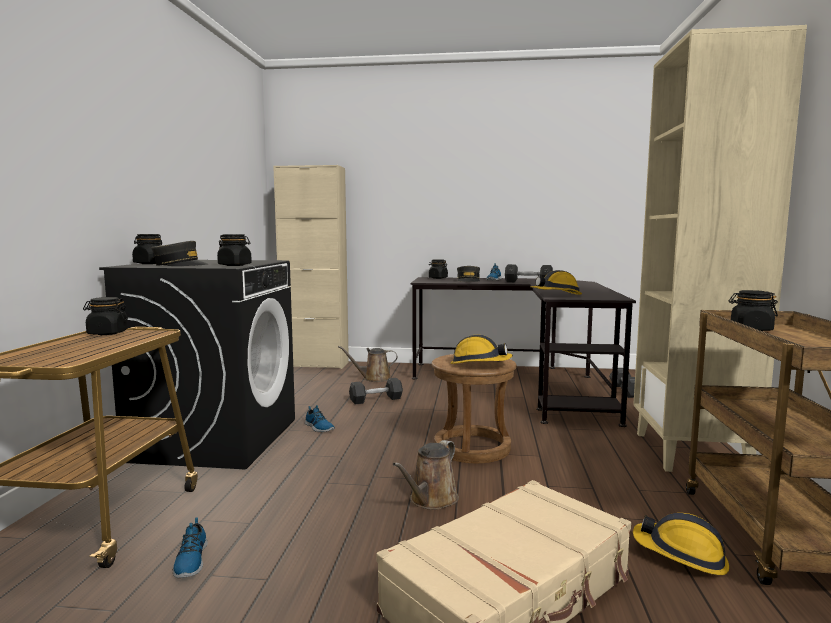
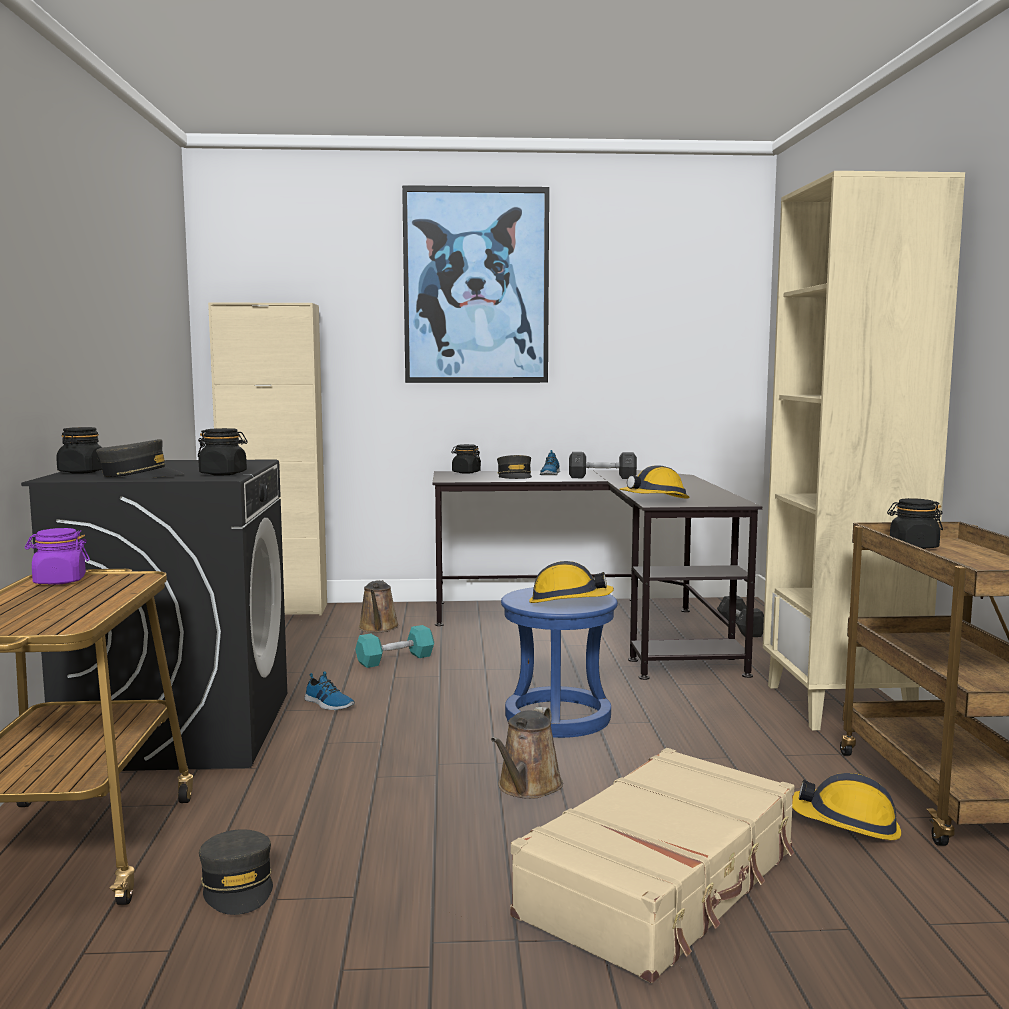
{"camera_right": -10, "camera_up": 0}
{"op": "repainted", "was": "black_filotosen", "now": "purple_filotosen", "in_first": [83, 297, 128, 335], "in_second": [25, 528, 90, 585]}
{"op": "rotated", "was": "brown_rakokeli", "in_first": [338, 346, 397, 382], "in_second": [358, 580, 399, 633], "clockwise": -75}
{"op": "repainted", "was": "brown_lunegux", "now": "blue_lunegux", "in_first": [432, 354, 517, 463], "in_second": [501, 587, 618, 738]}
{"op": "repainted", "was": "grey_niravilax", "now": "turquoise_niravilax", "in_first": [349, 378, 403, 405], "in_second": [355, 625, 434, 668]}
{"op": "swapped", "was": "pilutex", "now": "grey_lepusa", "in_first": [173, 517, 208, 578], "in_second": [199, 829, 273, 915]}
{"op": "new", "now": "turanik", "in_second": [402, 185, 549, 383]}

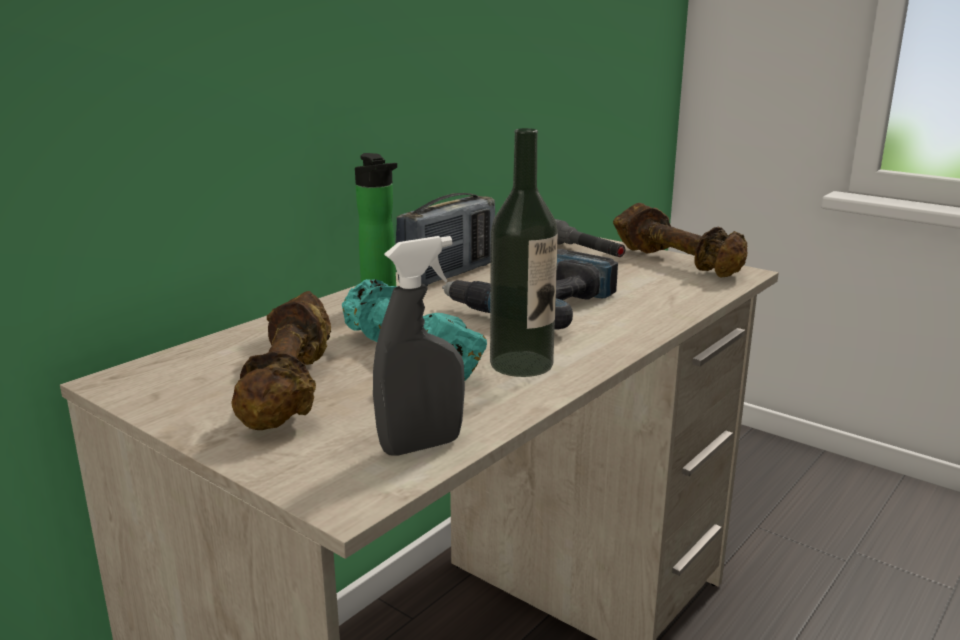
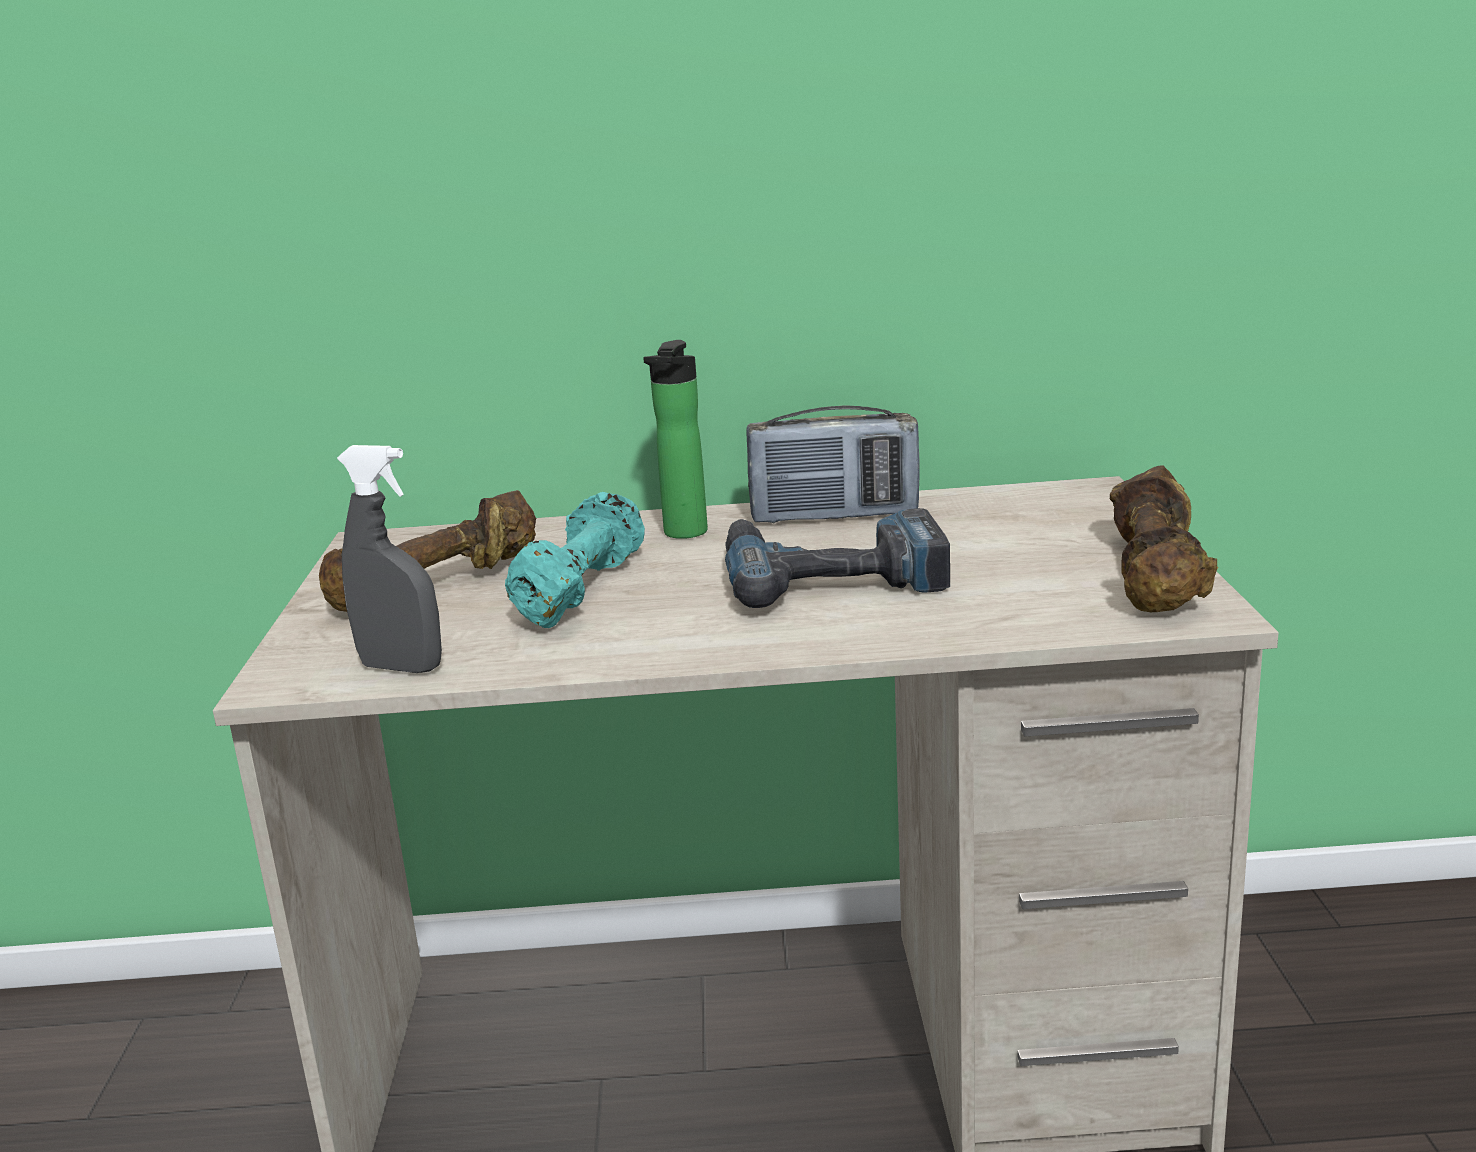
{"camera_right": 50, "camera_up": 0}
{"op": "gone", "was": "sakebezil", "in_first": [490, 128, 558, 377]}
{"op": "gone", "was": "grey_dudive", "in_first": [555, 219, 625, 257]}

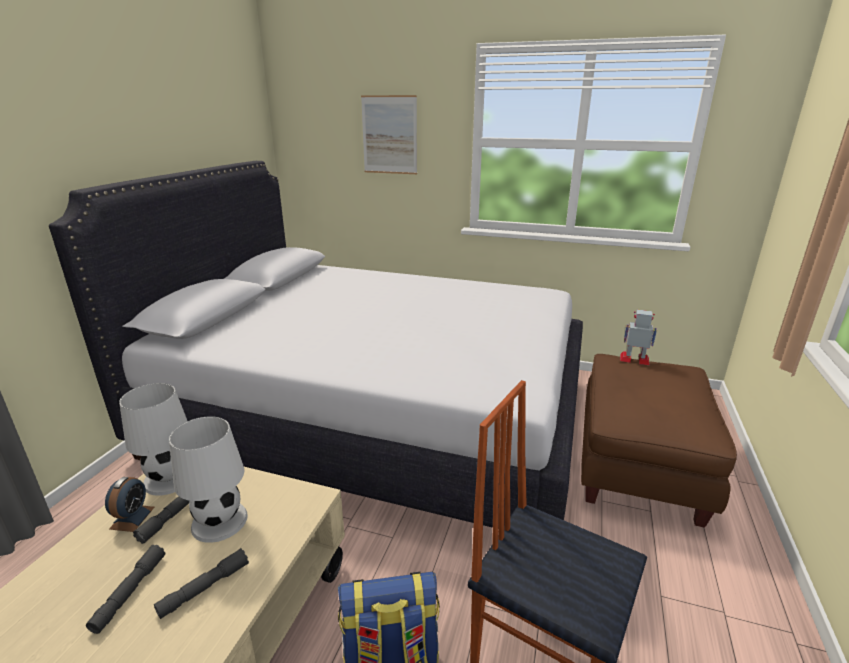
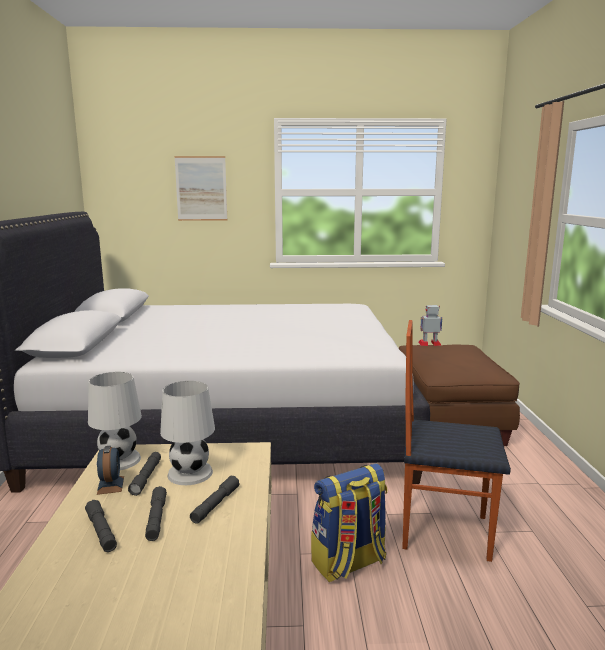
{"camera_right": -20, "camera_up": -10}
{"op": "new", "now": "grey_dudive", "in_second": [85, 500, 117, 552]}

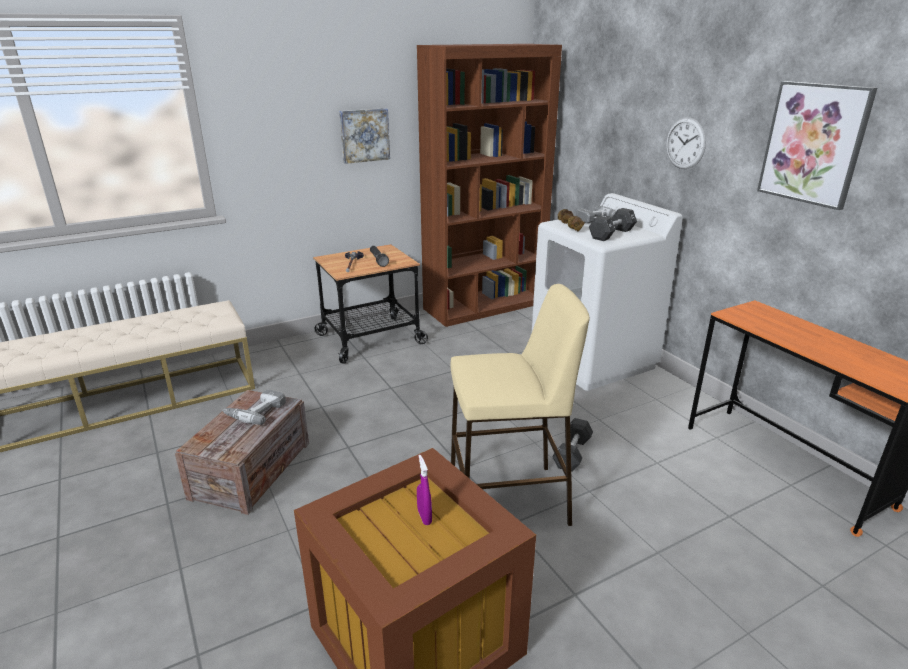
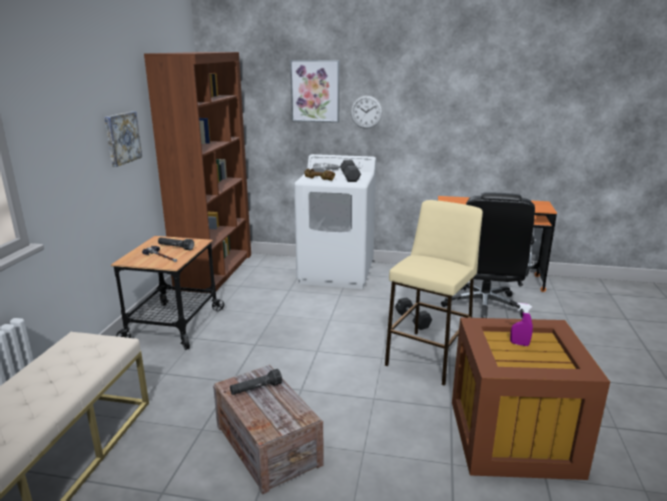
{"camera_right": -50, "camera_up": -5}
{"op": "shifted", "was": "turanik", "in_first": [757, 81, 877, 210], "in_second": [290, 60, 340, 123]}
{"op": "swapped", "was": "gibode", "now": "black_dudive", "in_first": [223, 390, 286, 425], "in_second": [230, 369, 282, 395]}
{"op": "new", "now": "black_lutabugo", "in_second": [441, 192, 535, 318]}

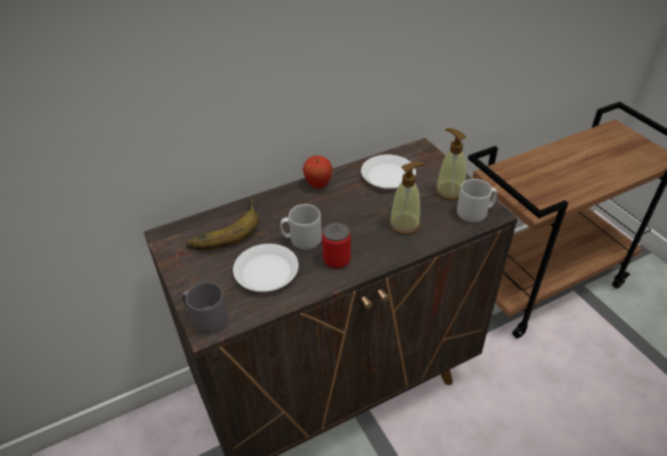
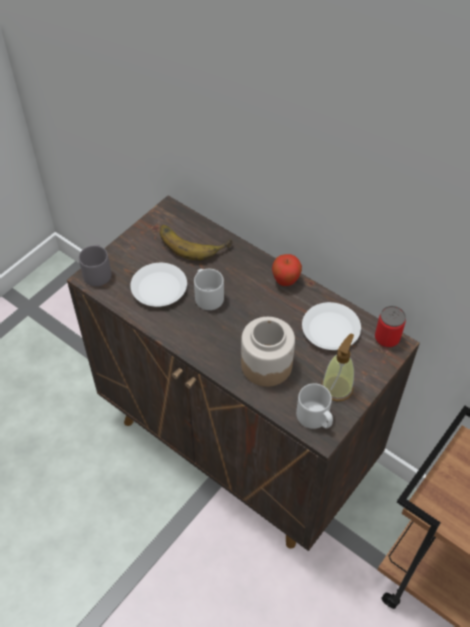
{"camera_right": 65, "camera_up": 10}
{"op": "swapped", "was": "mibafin", "now": "filotosen", "in_first": [389, 162, 426, 234], "in_second": [241, 317, 295, 387]}
{"op": "shifted", "was": "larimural", "in_first": [322, 221, 351, 269], "in_second": [375, 306, 406, 348]}

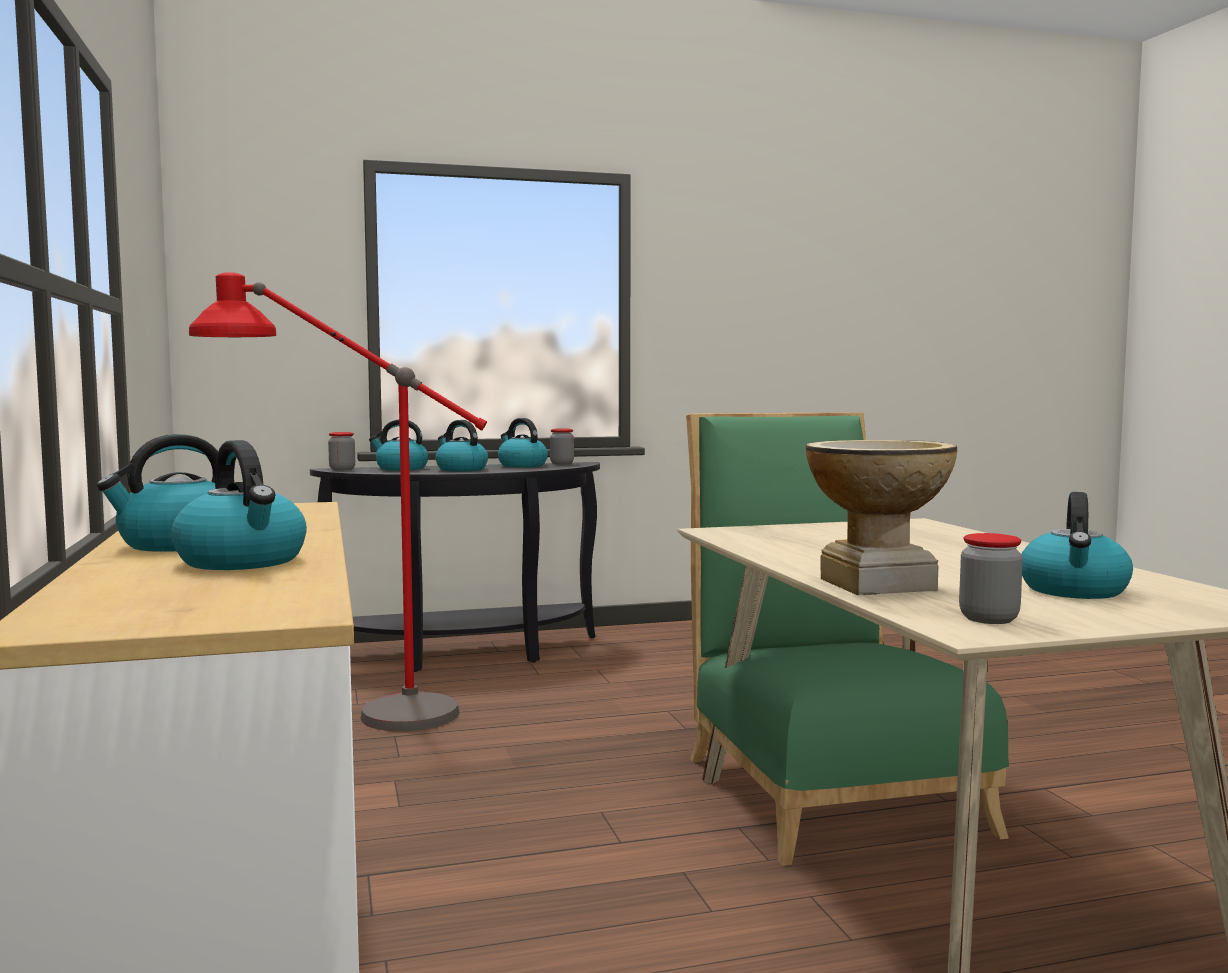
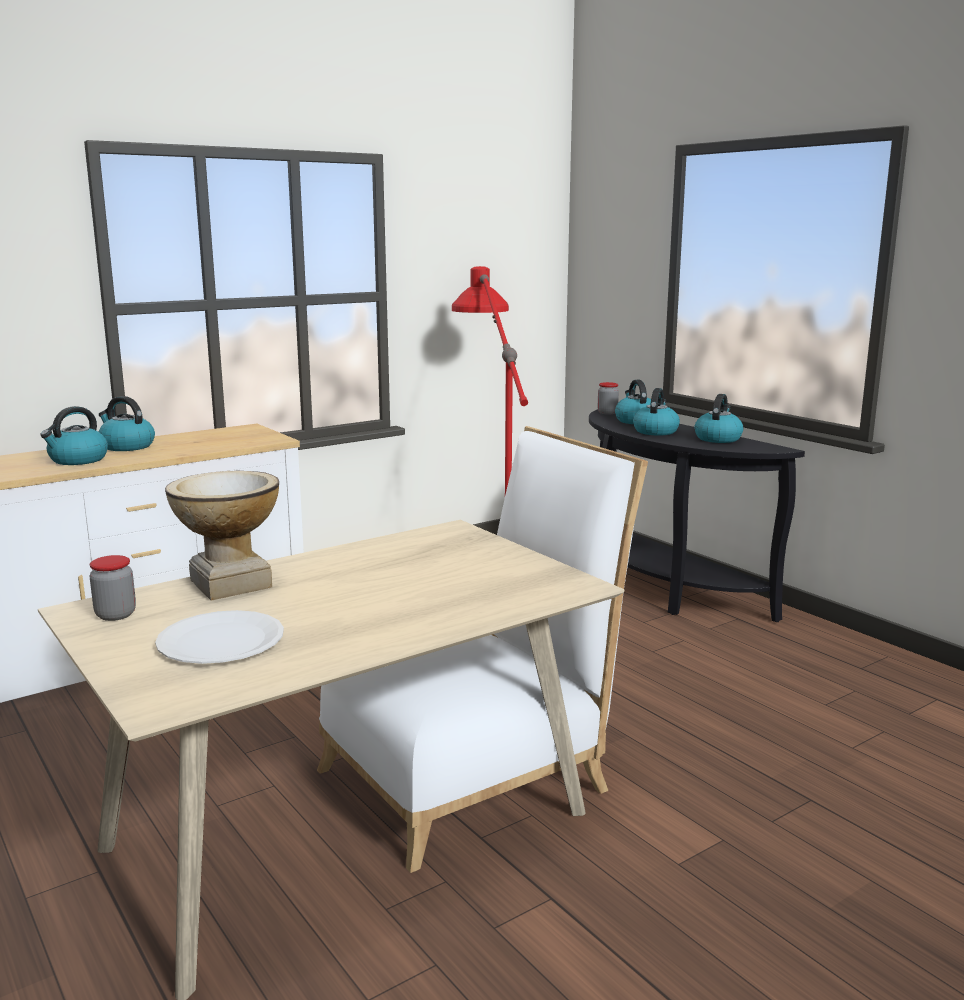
{"camera_right": 70, "camera_up": 10}
{"op": "repainted", "was": "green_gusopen", "now": "white_gusopen", "in_first": [686, 412, 1009, 866], "in_second": [317, 426, 648, 873]}
{"op": "gone", "was": "filotosen", "in_first": [550, 428, 574, 465]}
{"op": "swapped", "was": "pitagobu", "now": "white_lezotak", "in_first": [1022, 492, 1133, 599], "in_second": [155, 610, 284, 664]}

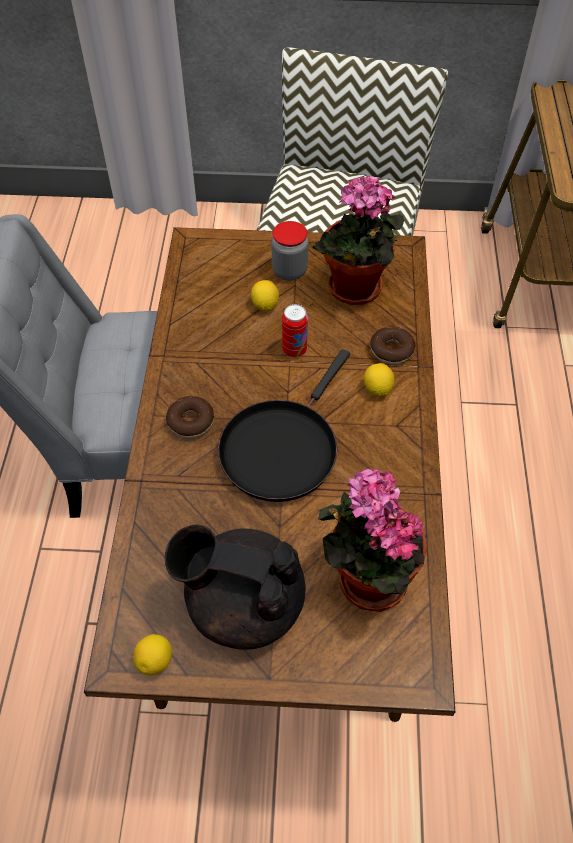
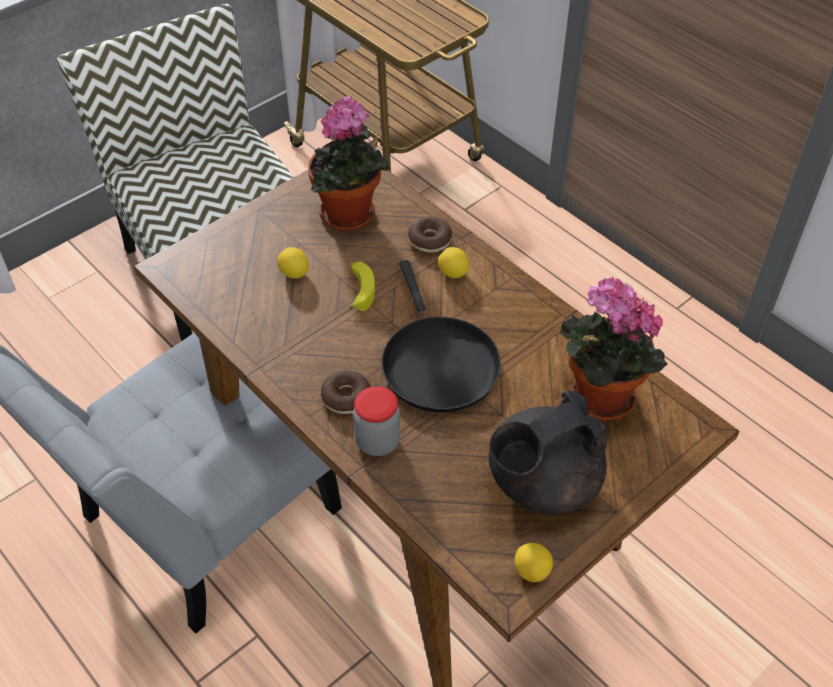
{"camera_right": -45, "camera_up": -5}
{"op": "shifted", "was": "filotosen", "in_first": [271, 221, 309, 281], "in_second": [353, 386, 400, 456]}
{"op": "swapped", "was": "larimural", "now": "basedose", "in_first": [282, 304, 308, 358], "in_second": [350, 262, 375, 311]}

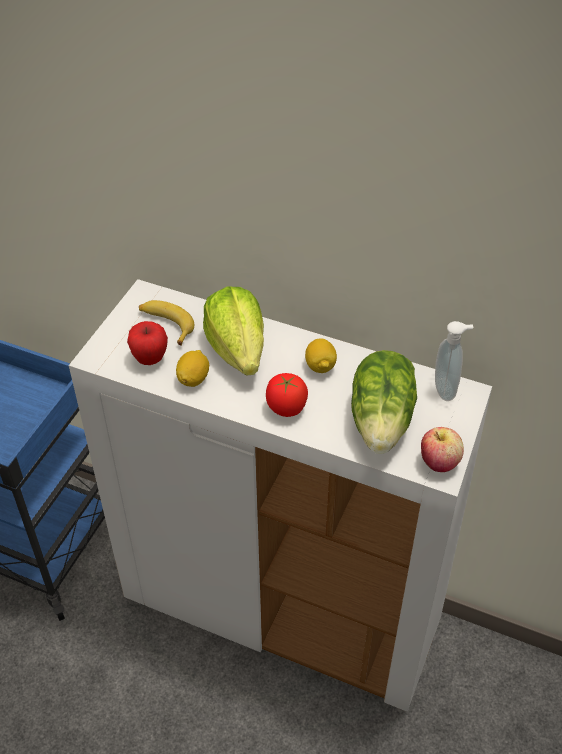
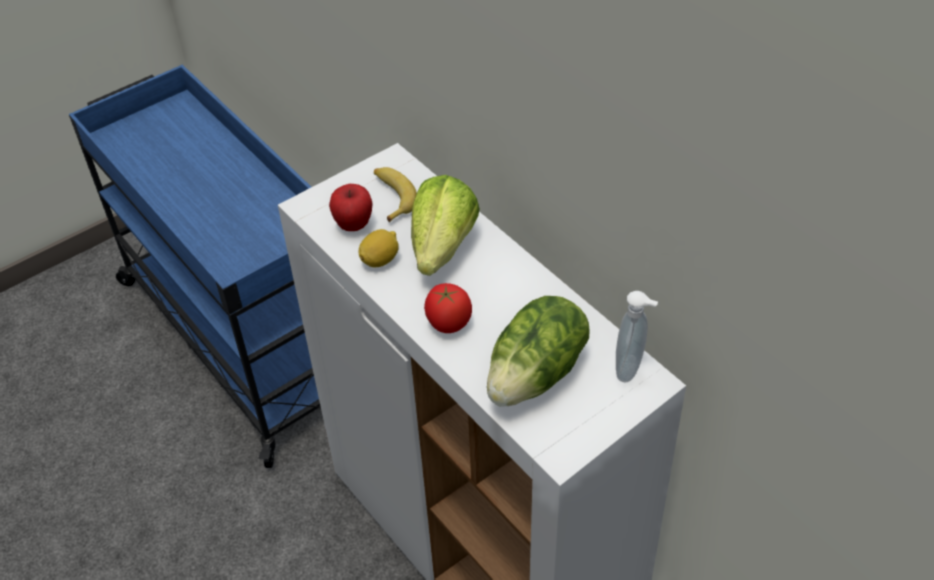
{"camera_right": 30, "camera_up": 0}
{"op": "gone", "was": "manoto", "in_first": [305, 338, 337, 373]}
{"op": "gone", "was": "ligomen", "in_first": [421, 427, 464, 472]}

